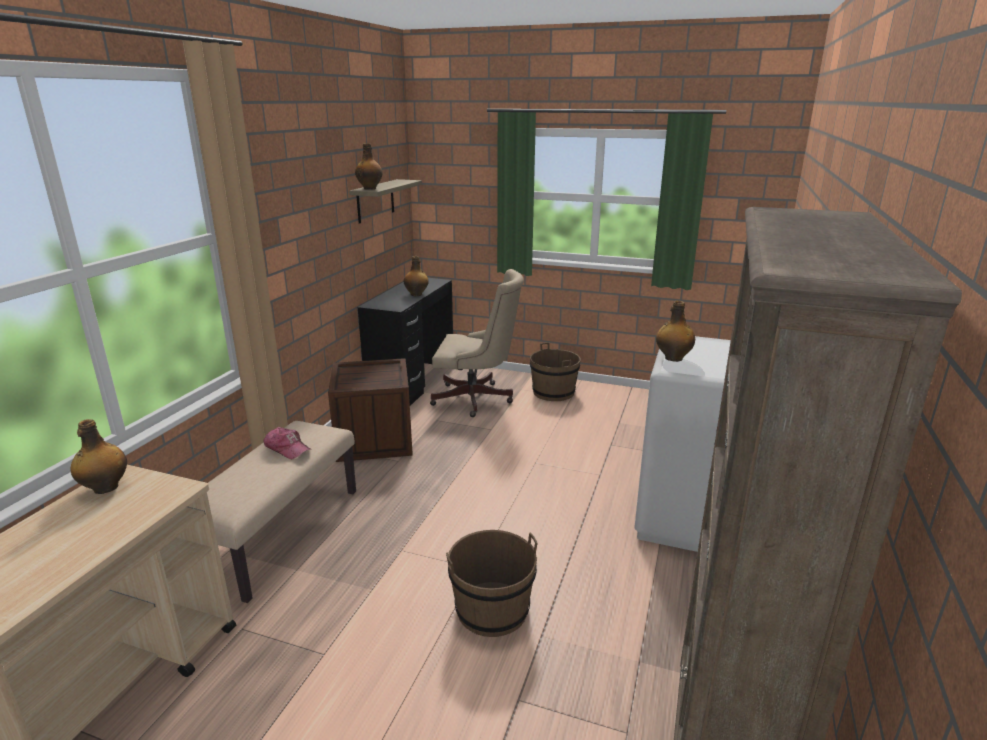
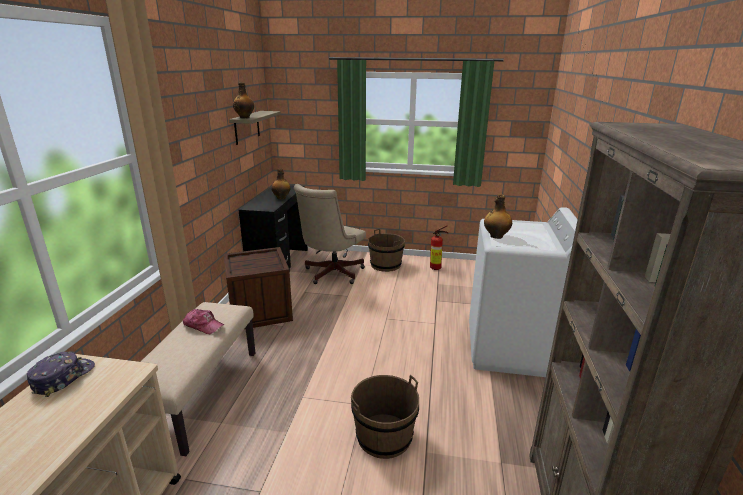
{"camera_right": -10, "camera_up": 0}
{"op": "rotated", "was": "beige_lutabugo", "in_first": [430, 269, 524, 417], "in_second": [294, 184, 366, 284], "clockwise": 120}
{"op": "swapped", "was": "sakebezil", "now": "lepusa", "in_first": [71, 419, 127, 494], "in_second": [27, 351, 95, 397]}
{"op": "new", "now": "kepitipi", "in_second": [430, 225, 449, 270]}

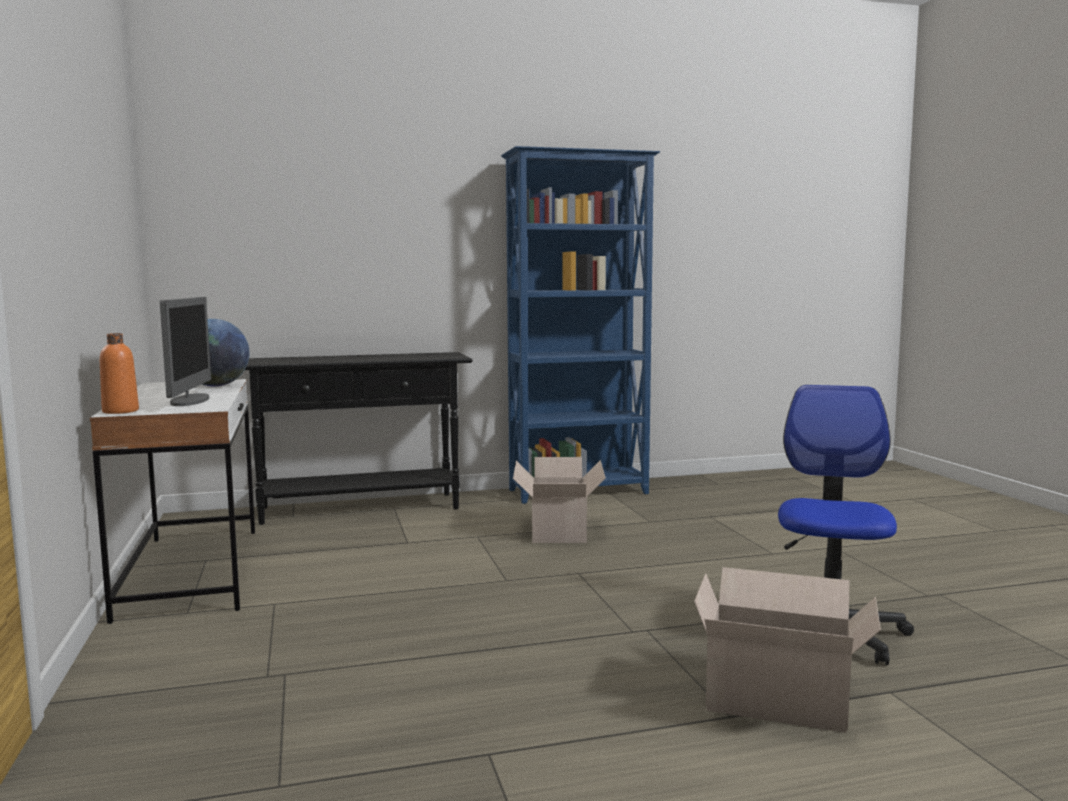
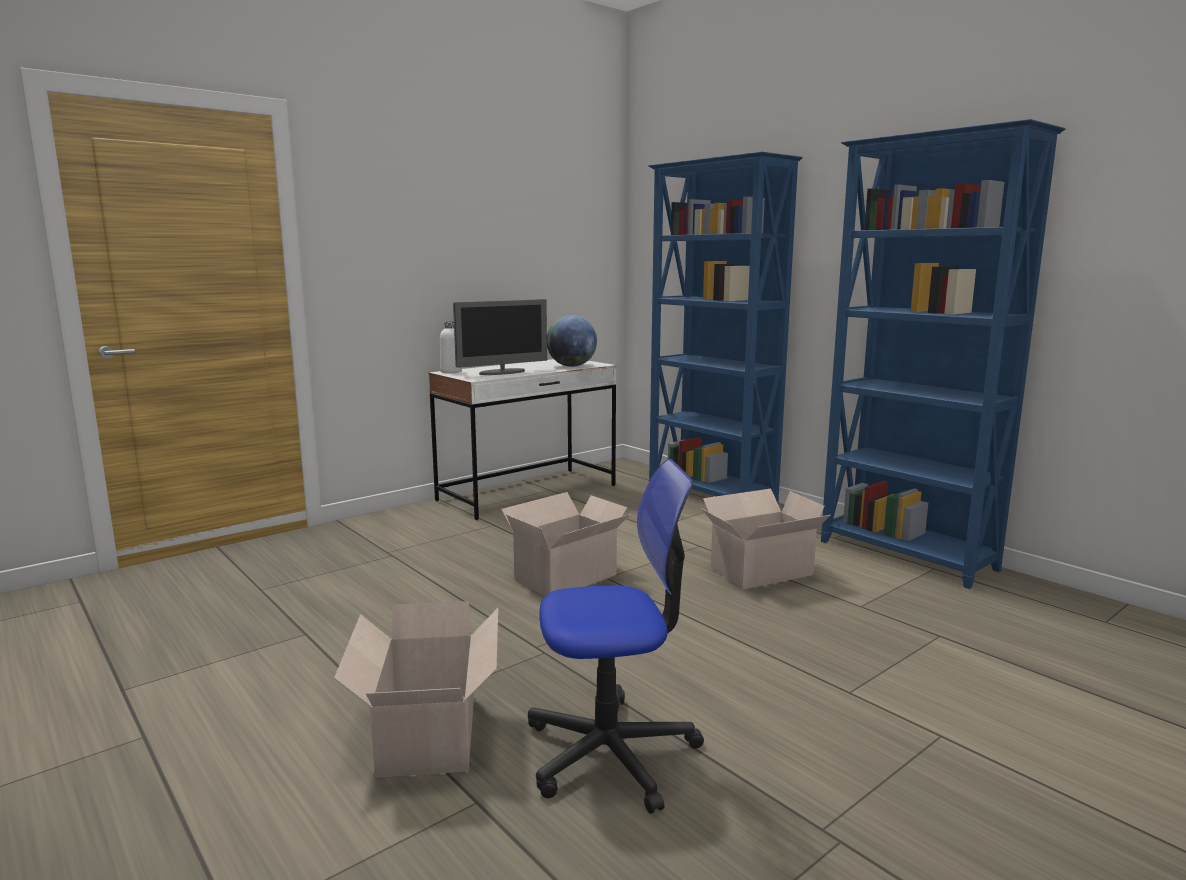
{"camera_right": 65, "camera_up": 5}
{"op": "repainted", "was": "orange_sakebezil", "now": "white_sakebezil", "in_first": [100, 333, 139, 414], "in_second": [440, 321, 462, 373]}
{"op": "swapped", "was": "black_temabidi", "now": "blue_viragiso", "in_first": [245, 352, 472, 525], "in_second": [649, 152, 803, 503]}
{"op": "new", "now": "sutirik", "in_second": [501, 492, 631, 596]}

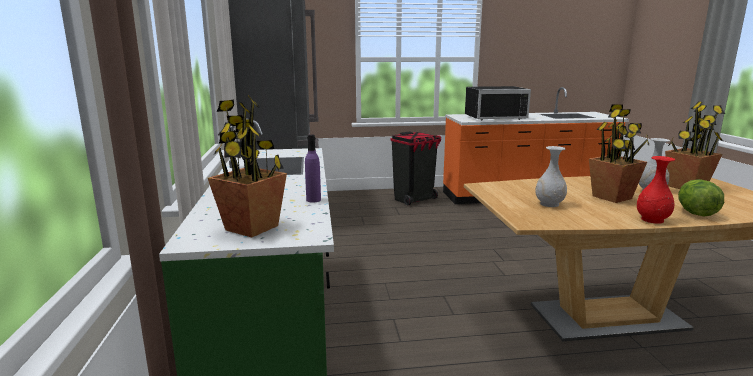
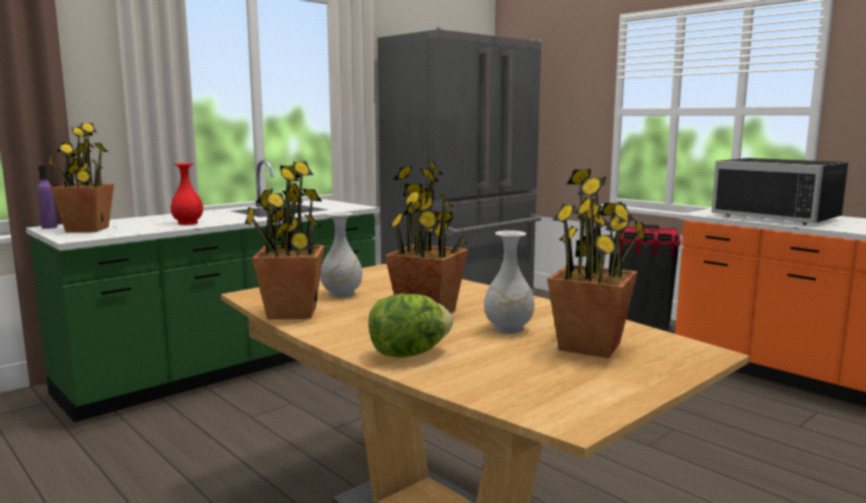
{"camera_right": 55, "camera_up": -5}
{"op": "shifted", "was": "purple_sakebezil", "in_first": [305, 134, 321, 203], "in_second": [37, 165, 57, 229]}
{"op": "shifted", "was": "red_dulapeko", "in_first": [637, 156, 675, 224], "in_second": [171, 163, 203, 225]}
{"op": "new", "now": "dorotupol", "in_second": [245, 161, 324, 319]}

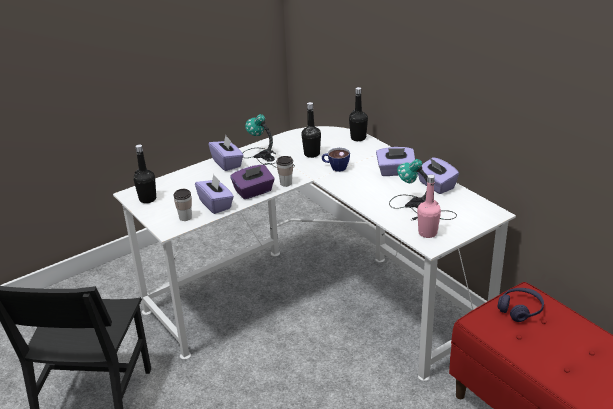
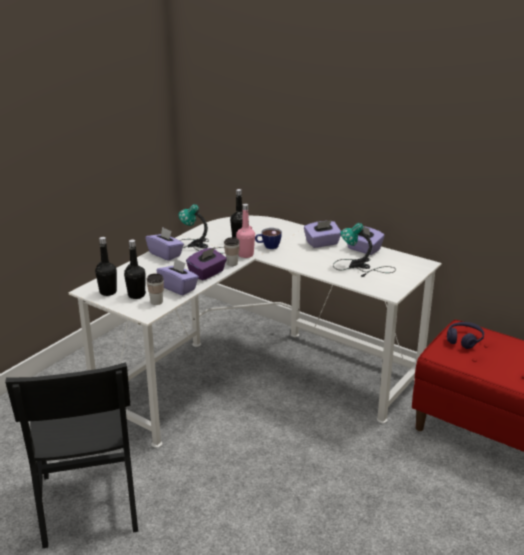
{"camera_right": -20, "camera_up": -5}
{"op": "shifted", "was": "black_sakebezil", "in_first": [349, 87, 368, 141], "in_second": [124, 240, 146, 299]}
{"op": "shifted", "was": "pink_sakebezil", "in_first": [417, 174, 441, 238], "in_second": [236, 204, 255, 258]}

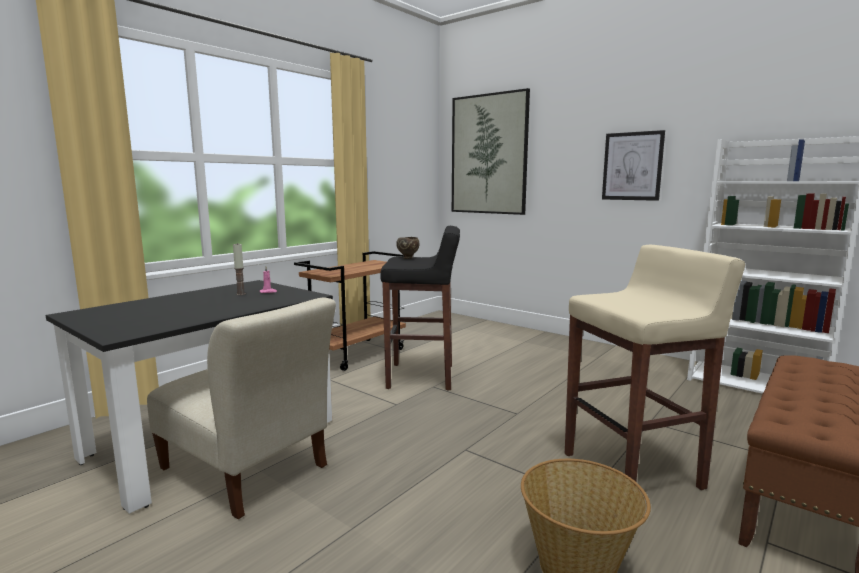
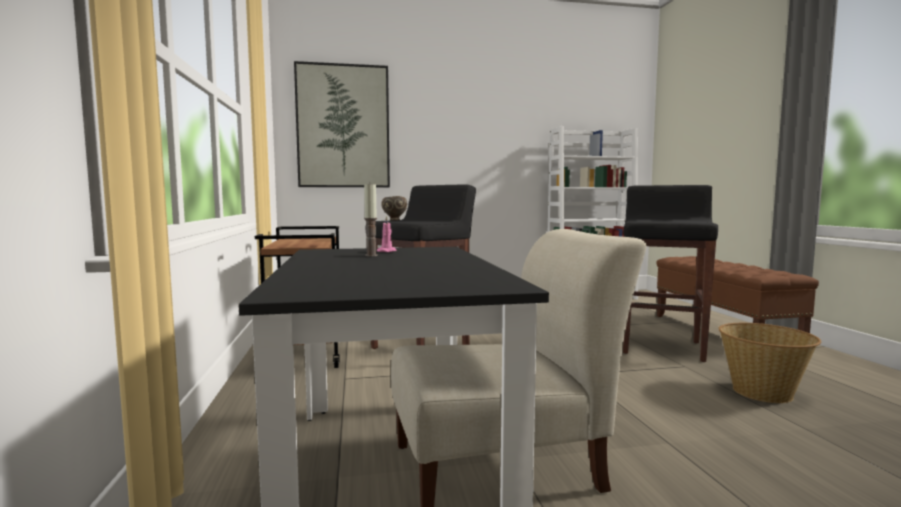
{"camera_right": -50, "camera_up": -5}
{"op": "gone", "was": "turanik", "in_first": [602, 130, 665, 201]}
{"op": "repainted", "was": "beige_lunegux", "now": "black_lunegux", "in_first": [565, 245, 745, 490], "in_second": [623, 185, 718, 362]}

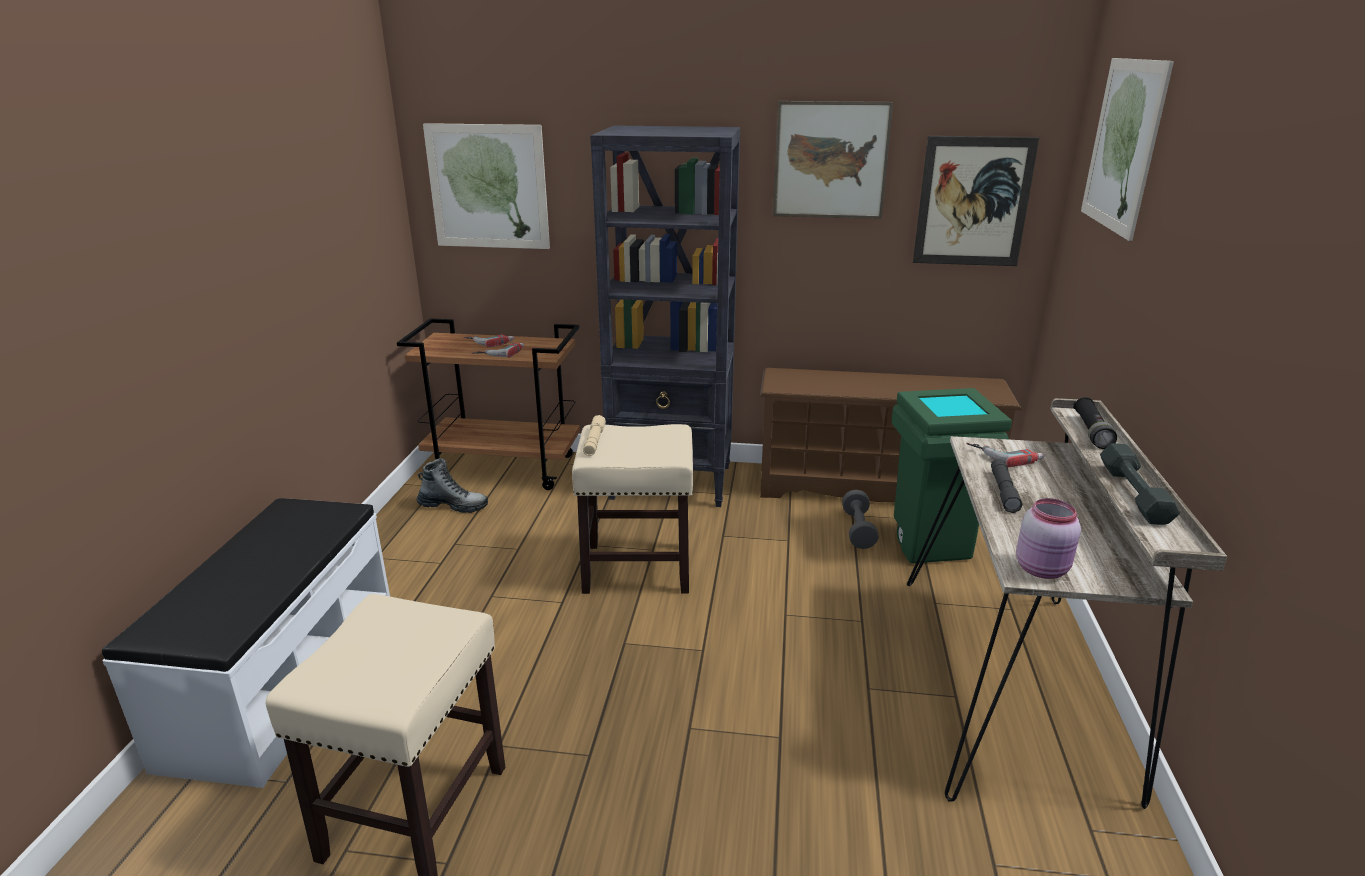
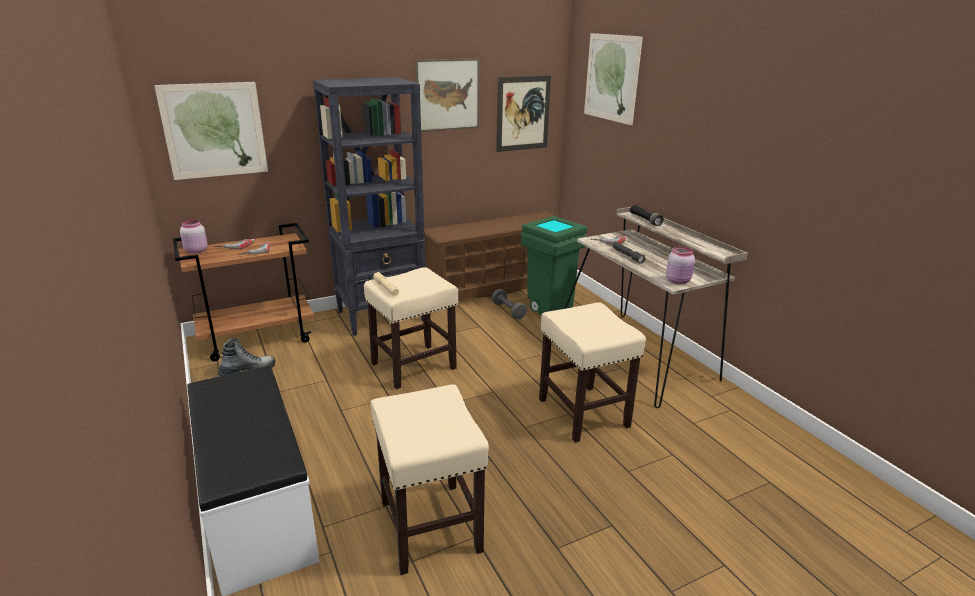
{"camera_right": -35, "camera_up": 0}
{"op": "gone", "was": "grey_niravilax", "in_first": [1100, 443, 1180, 525]}
{"op": "new", "now": "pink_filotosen", "in_second": [180, 220, 208, 254]}
{"op": "new", "now": "beige_lunegux", "in_second": [539, 302, 646, 443]}

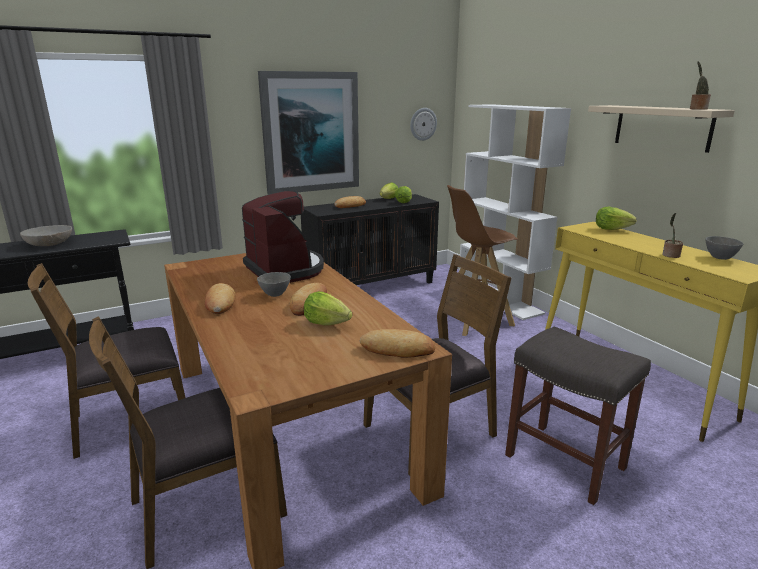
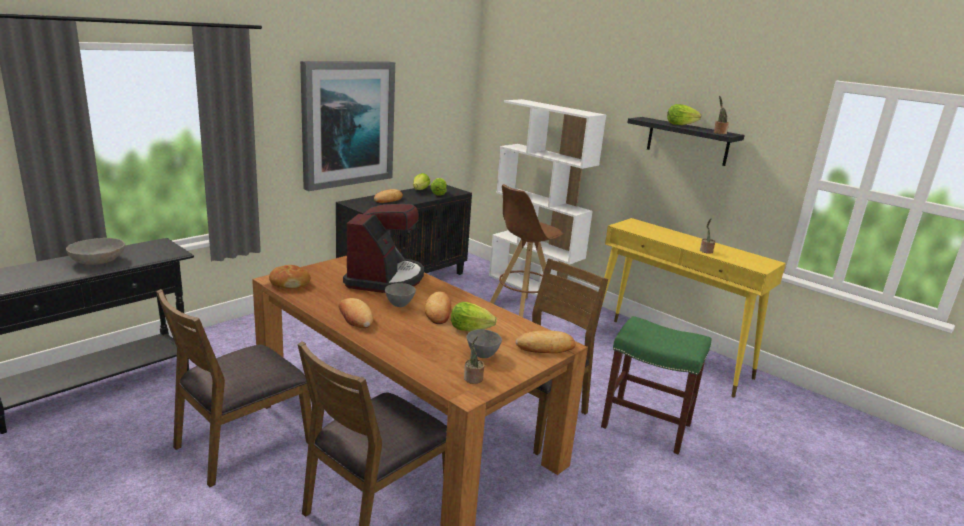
{"camera_right": -20, "camera_up": 0}
{"op": "repainted", "was": "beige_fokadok", "now": "black_fokadok", "in_first": [588, 105, 735, 153], "in_second": [627, 117, 745, 166]}
{"op": "gone", "was": "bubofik", "in_first": [410, 108, 437, 141]}
{"op": "rotated", "was": "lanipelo", "in_first": [242, 191, 324, 283], "in_second": [343, 204, 424, 293], "clockwise": 60}
{"op": "shifted", "was": "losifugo", "in_first": [596, 207, 637, 230], "in_second": [667, 104, 701, 125]}
{"op": "shifted", "was": "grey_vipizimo", "in_first": [705, 236, 744, 260], "in_second": [467, 329, 502, 358]}
{"op": "repainted", "was": "grey_lunegux", "now": "green_lunegux", "in_first": [505, 327, 651, 505], "in_second": [601, 316, 711, 454]}
{"op": "new", "now": "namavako", "in_second": [269, 265, 311, 289]}
{"op": "new", "now": "dorotupol", "in_second": [464, 336, 485, 384]}

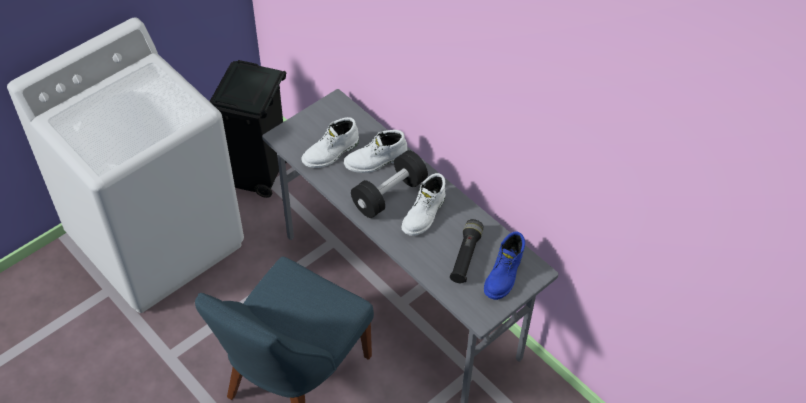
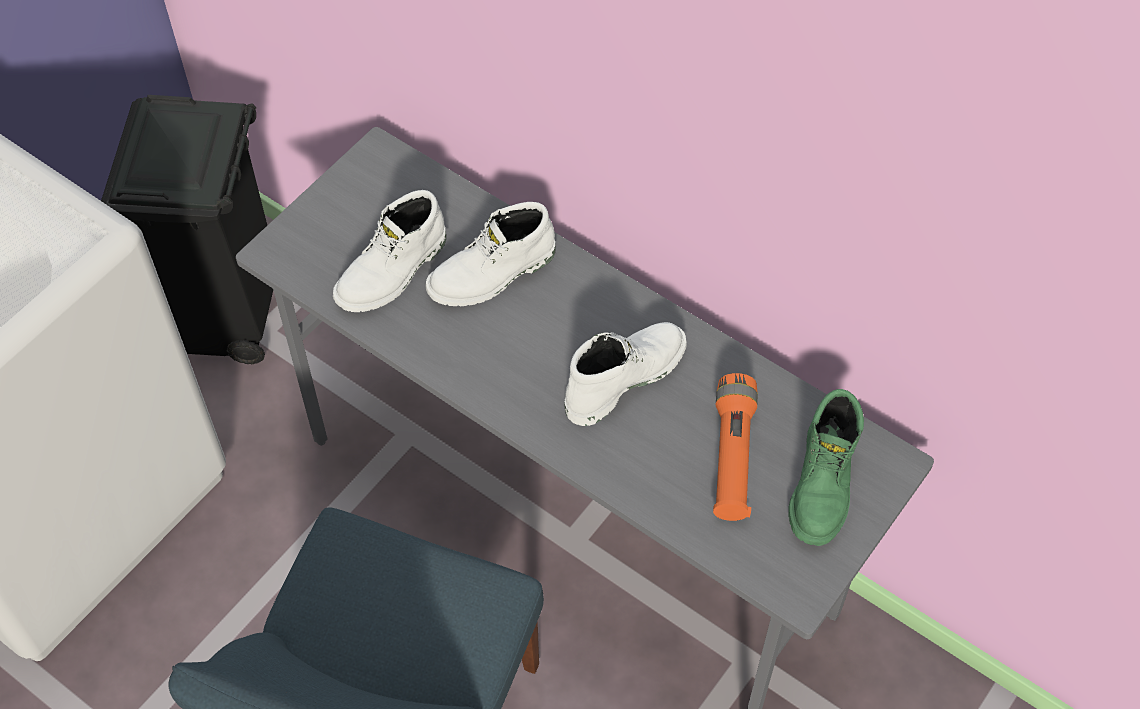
{"camera_right": -10, "camera_up": 5}
{"op": "gone", "was": "black_niravilax", "in_first": [351, 150, 428, 218]}
{"op": "rotated", "was": "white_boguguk", "in_first": [401, 173, 445, 236], "in_second": [564, 322, 687, 426], "clockwise": -150}
{"op": "repainted", "was": "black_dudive", "now": "orange_dudive", "in_first": [450, 219, 483, 283], "in_second": [713, 373, 758, 521]}
{"op": "repainted", "was": "blue_boguguk", "now": "green_boguguk", "in_first": [484, 231, 525, 300], "in_second": [788, 389, 864, 546]}

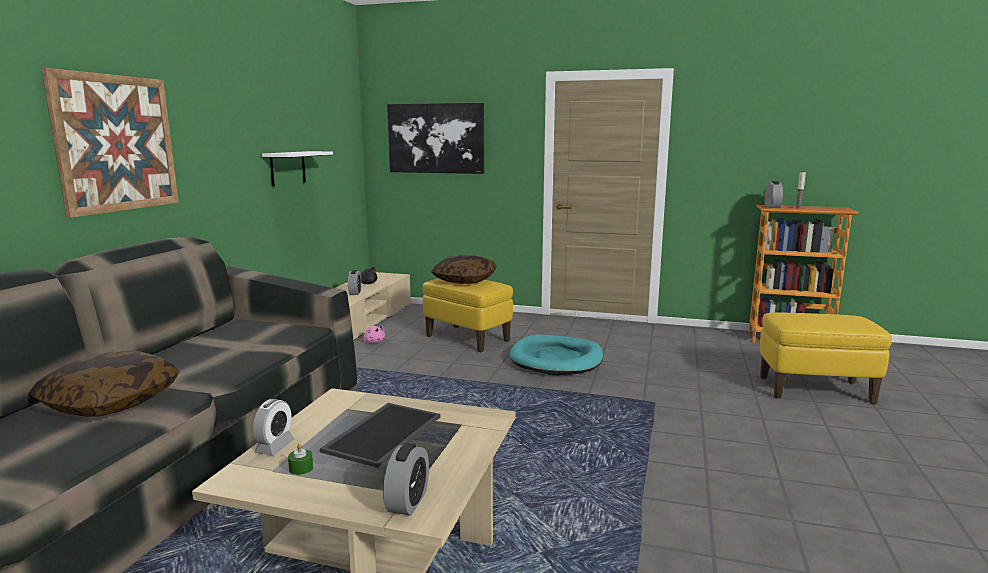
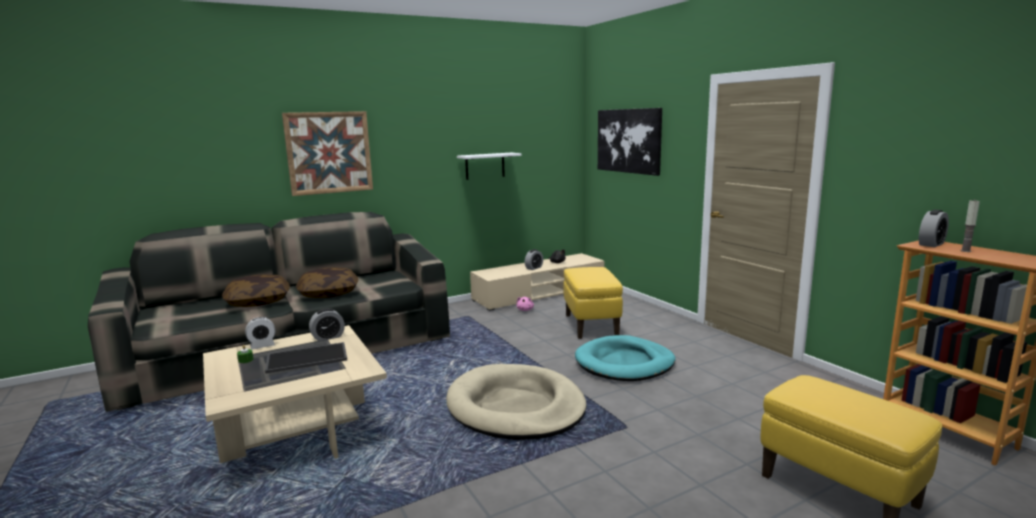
{"camera_right": 45, "camera_up": 0}
{"op": "shifted", "was": "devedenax", "in_first": [431, 255, 497, 284], "in_second": [296, 267, 358, 298]}
{"op": "shifted", "was": "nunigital", "in_first": [383, 443, 429, 516], "in_second": [309, 308, 345, 342]}
{"op": "new", "now": "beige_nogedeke", "in_second": [446, 364, 587, 440]}

